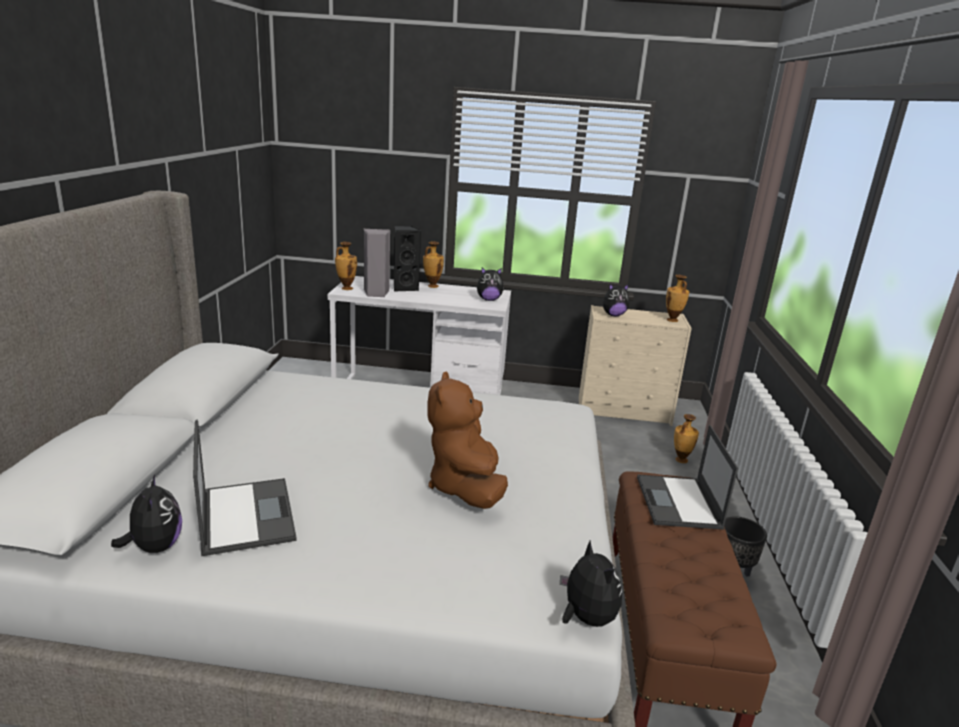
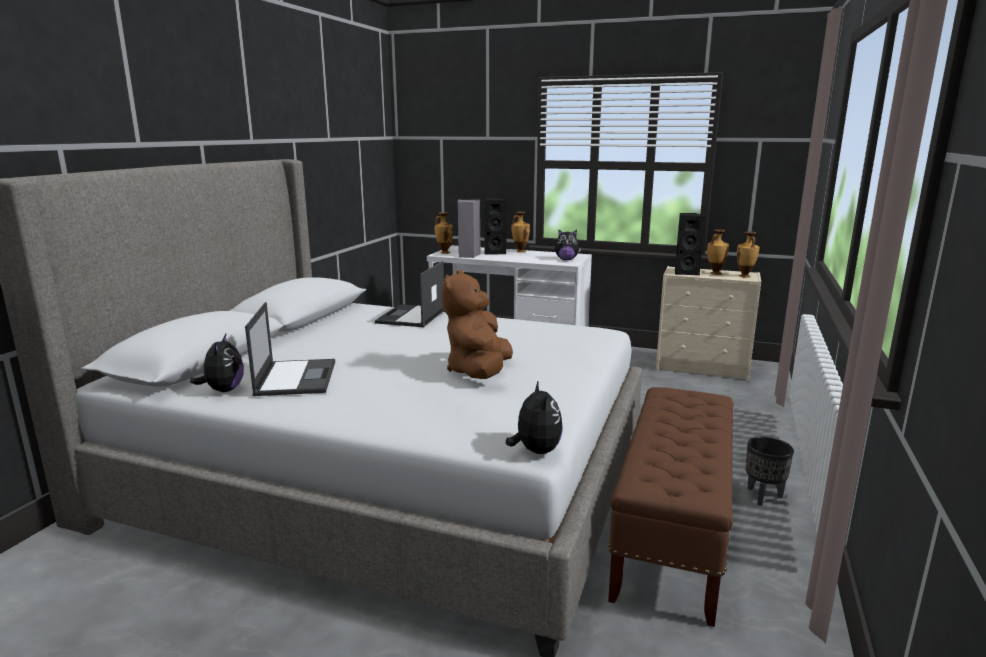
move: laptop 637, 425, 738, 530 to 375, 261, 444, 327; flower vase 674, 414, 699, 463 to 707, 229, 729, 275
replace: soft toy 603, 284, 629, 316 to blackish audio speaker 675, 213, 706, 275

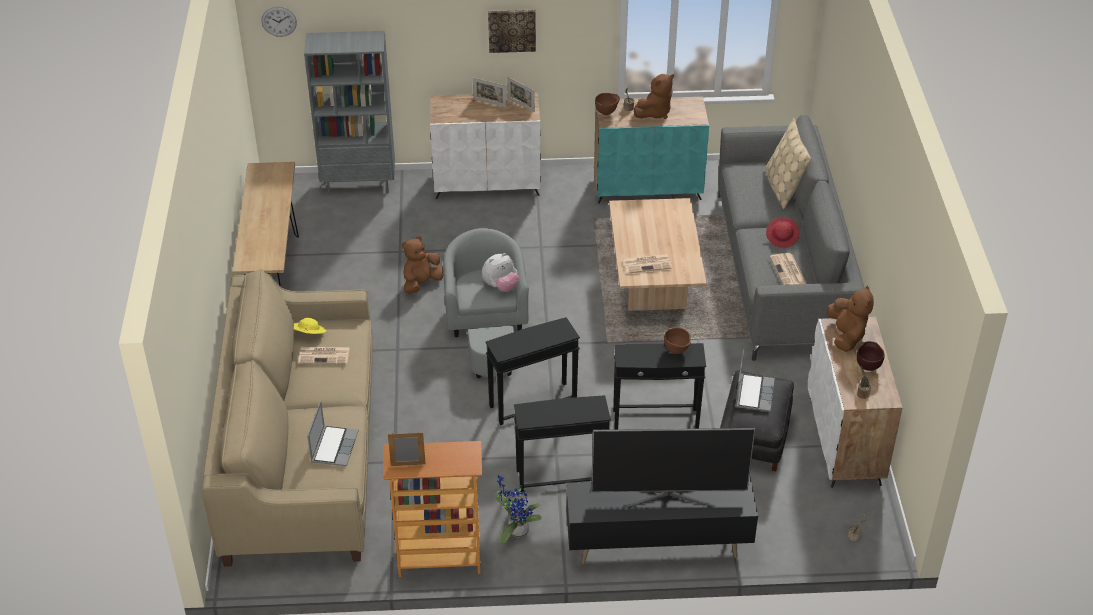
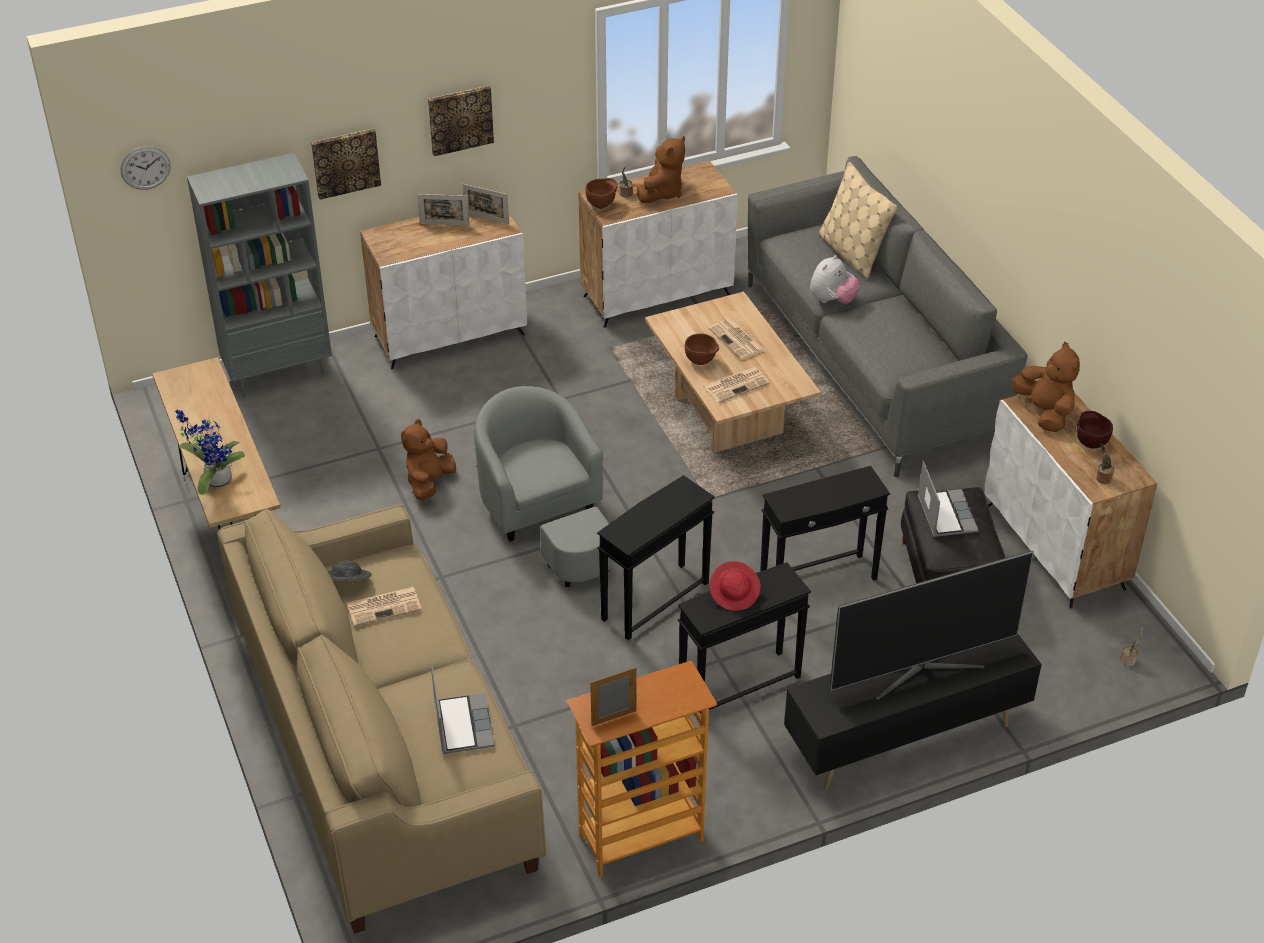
insert: wall picture 311, 128, 381, 200
move: houseplant 496, 475, 542, 543 to 175, 409, 245, 494; brown-coloured bowl 664, 327, 691, 354 to 685, 333, 719, 365; newspaper 770, 253, 807, 285 to 708, 319, 767, 360; red-coloured wearable hat 766, 217, 800, 248 to 710, 561, 761, 611; soft toy 482, 253, 519, 292 to 810, 255, 860, 304
recolor: yellow wearable hat 294, 318, 326, 334 to grey wearable hat 328, 560, 372, 582; turquoise cabinet 594, 97, 709, 203 to white cabinet 578, 161, 738, 328

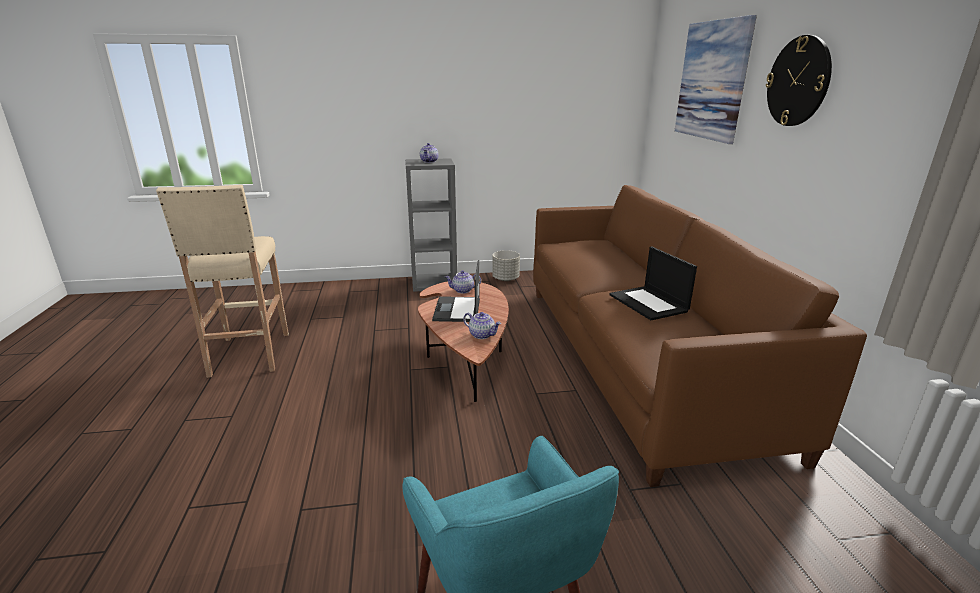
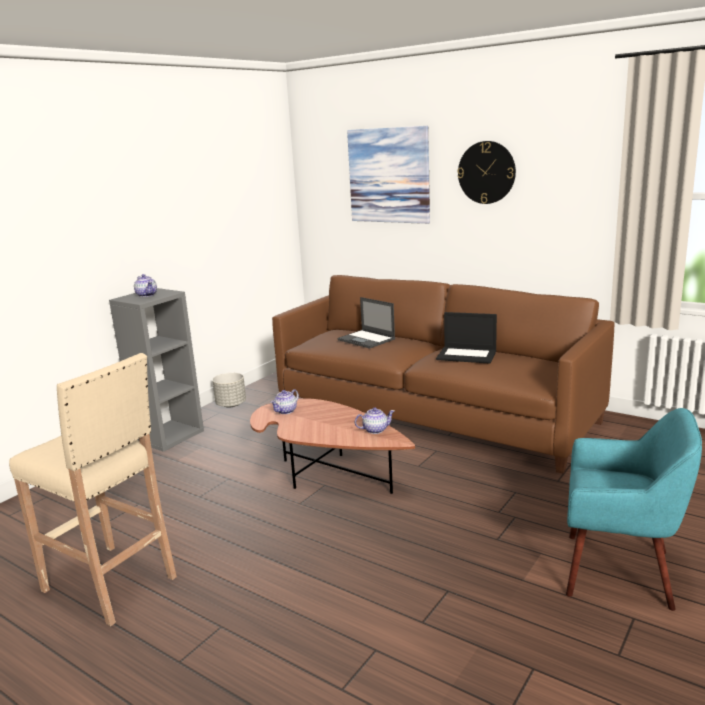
move: laptop 432, 260, 480, 322 to 337, 297, 395, 349

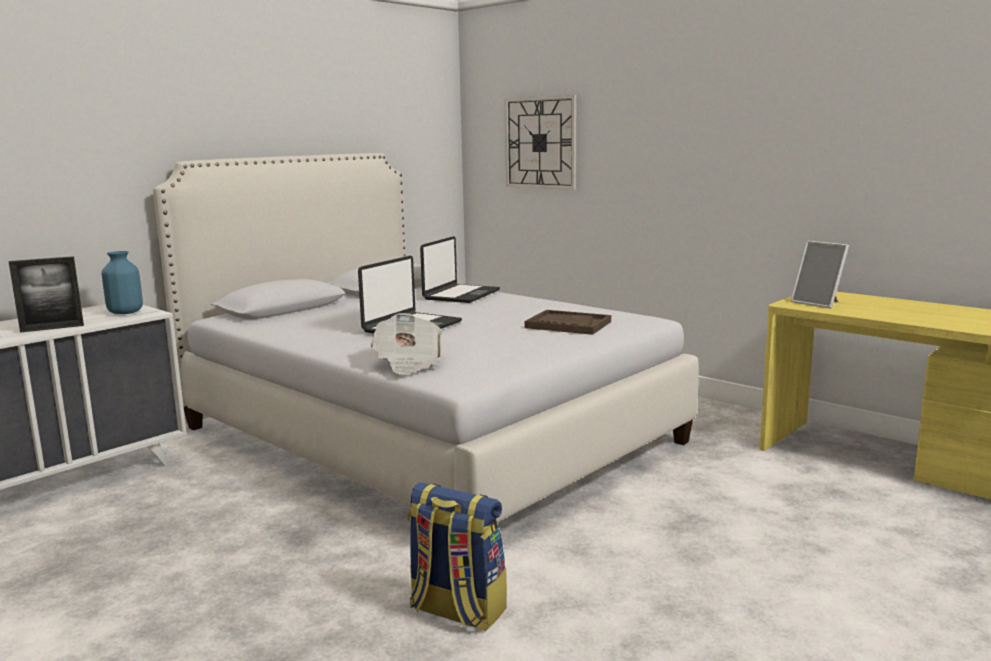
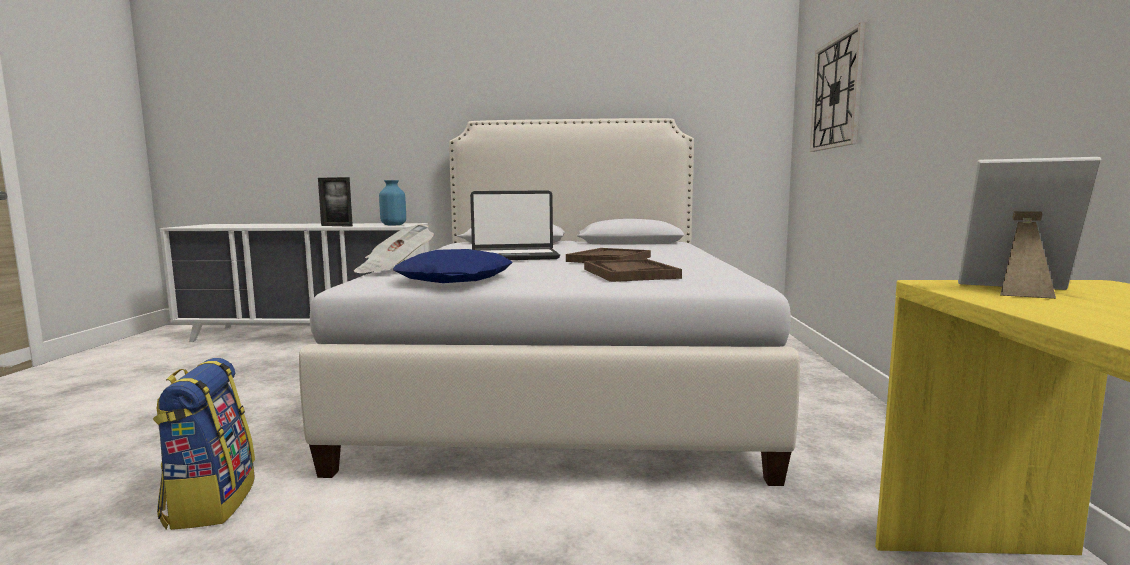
delete: laptop 420, 236, 500, 303
insert: bluish cushion 393, 249, 513, 283; brown-coloured tray 566, 248, 651, 263
rotate: photo frame 791, 241, 849, 309 = 958, 157, 1101, 299 105 degrees clockwise

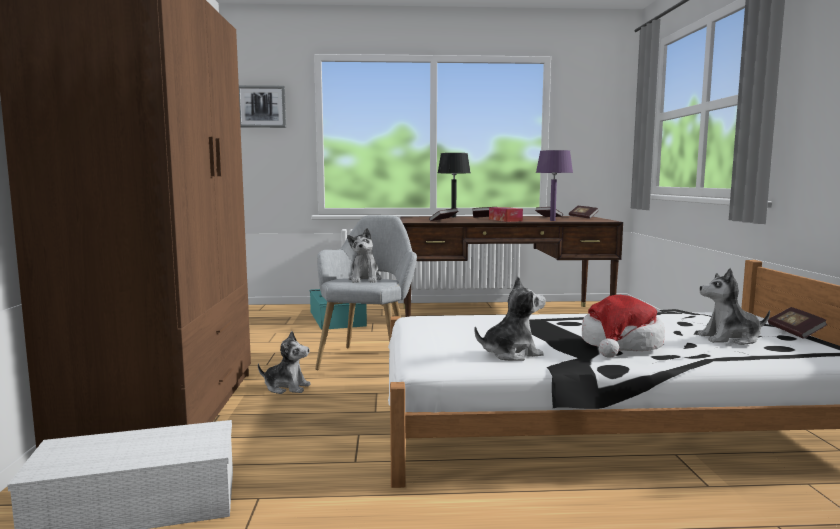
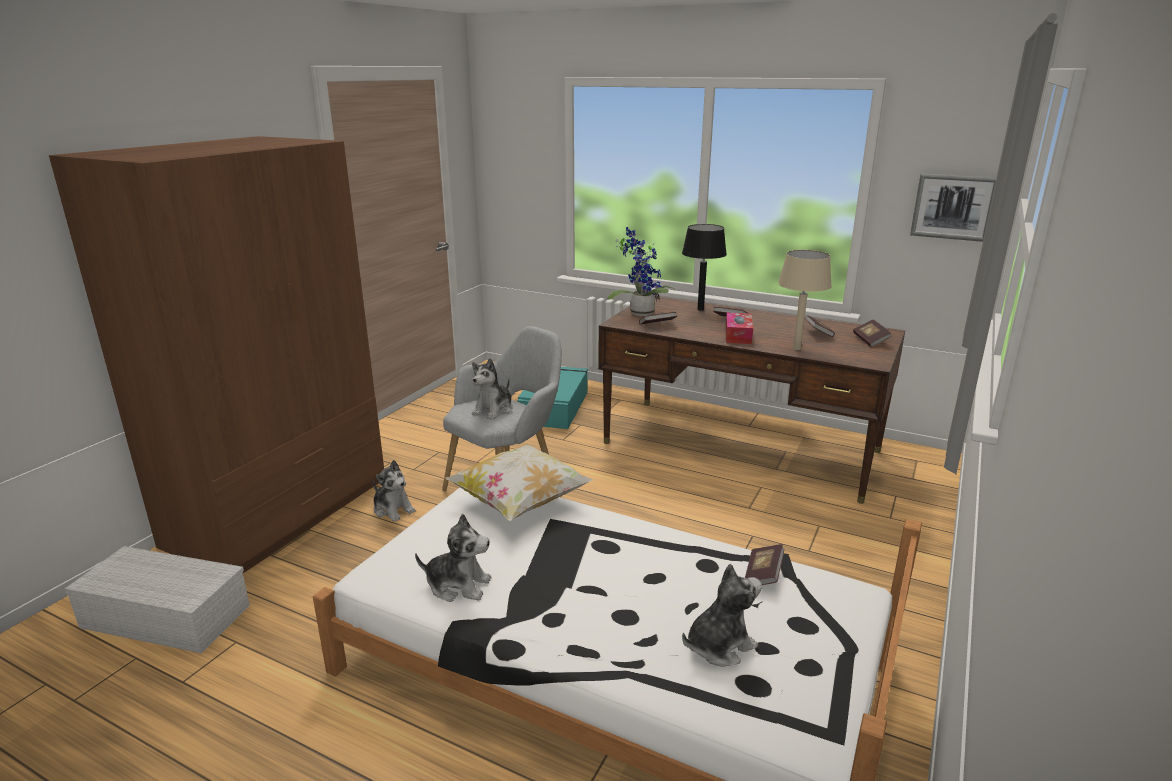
delete: wearable hat 582, 295, 665, 357
insert: cushion 445, 445, 593, 521; houseplant 607, 227, 676, 316
move: book 768, 307, 828, 339 to 745, 544, 785, 585; wall picture 239, 85, 286, 128 to 910, 174, 996, 242
recolor: purplish table lamp 536, 150, 573, 221 to beige table lamp 778, 250, 832, 350
rotate: soft toy 698, 268, 770, 345 = 682, 563, 762, 667 120 degrees clockwise

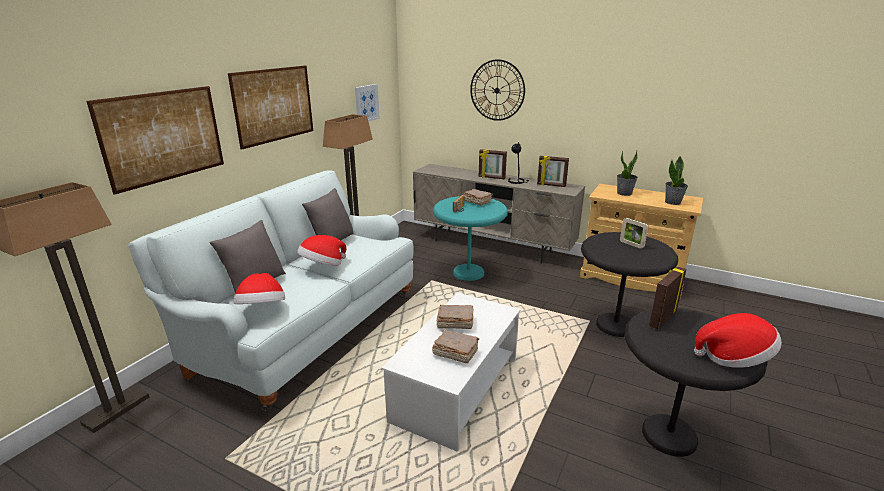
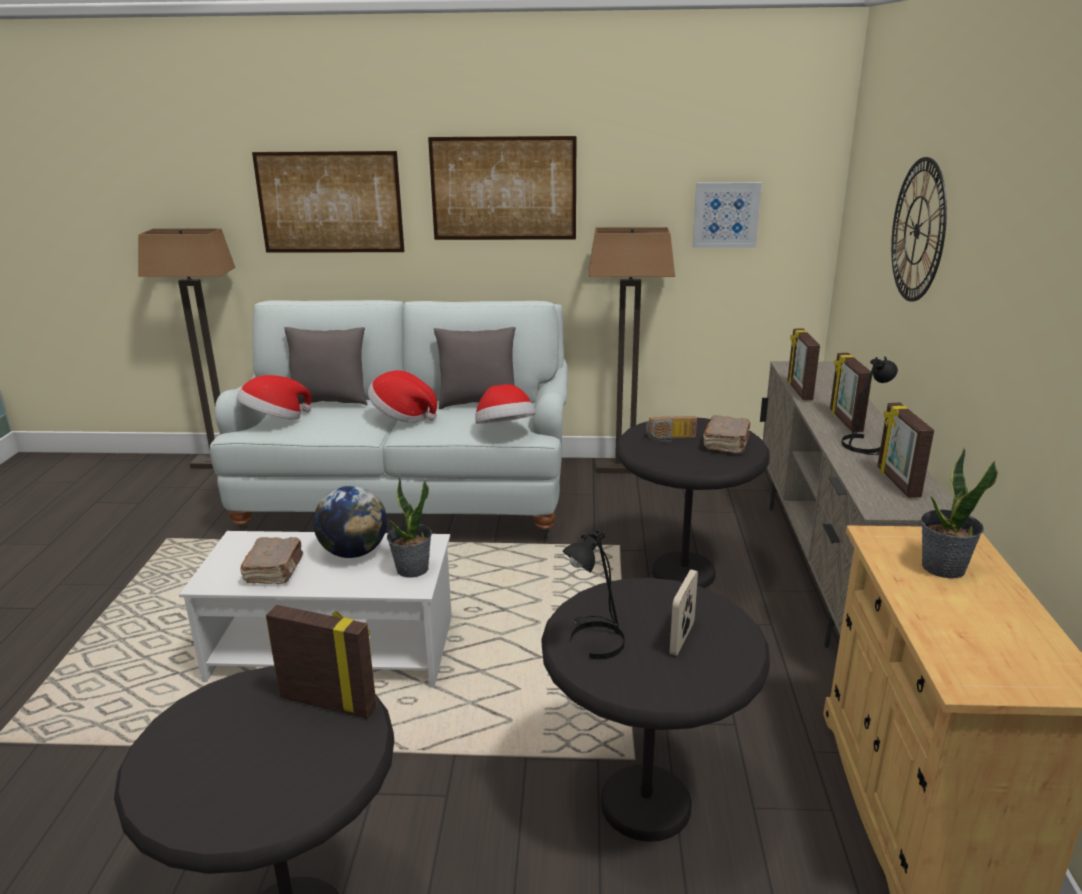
insert: blackish table lamp 563, 529, 625, 659; photo frame 788, 328, 820, 400
move: houseplant 665, 156, 688, 205 to 387, 477, 432, 578; wearable hat 694, 313, 782, 368 to 475, 384, 535, 424
replace: brown-coloured book 437, 305, 473, 329 to globe 313, 486, 387, 558
recolor: turquoise accent table 433, 196, 508, 281 to blackish accent table 616, 418, 770, 588

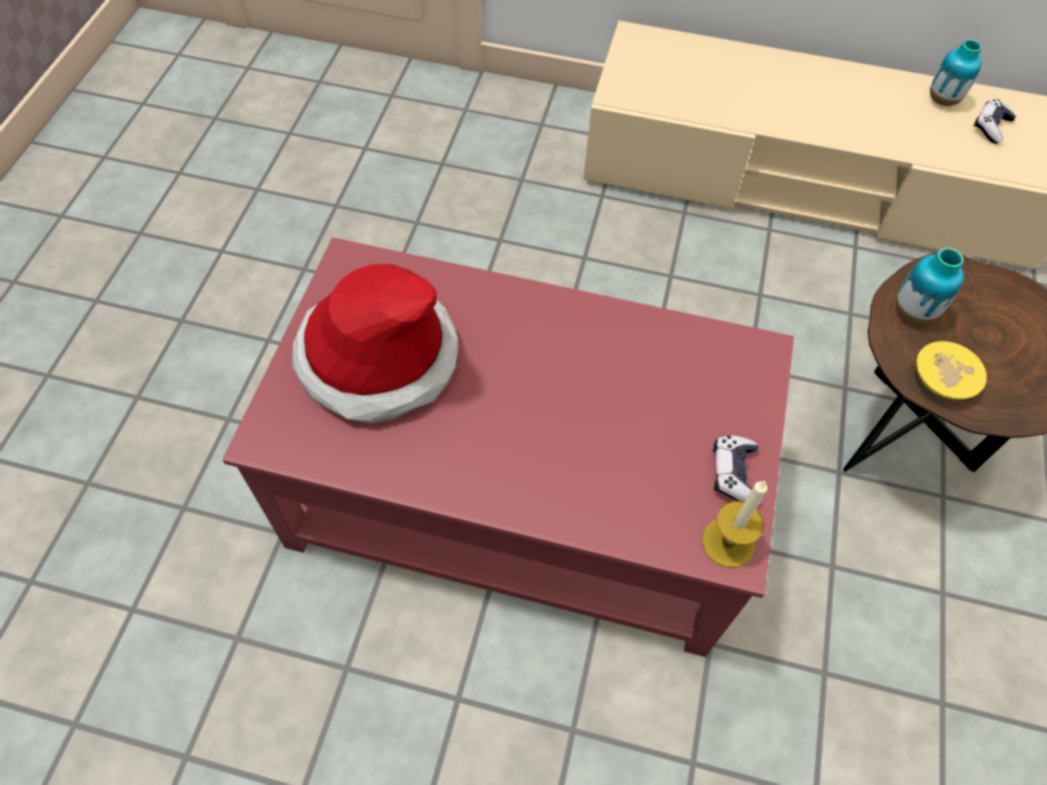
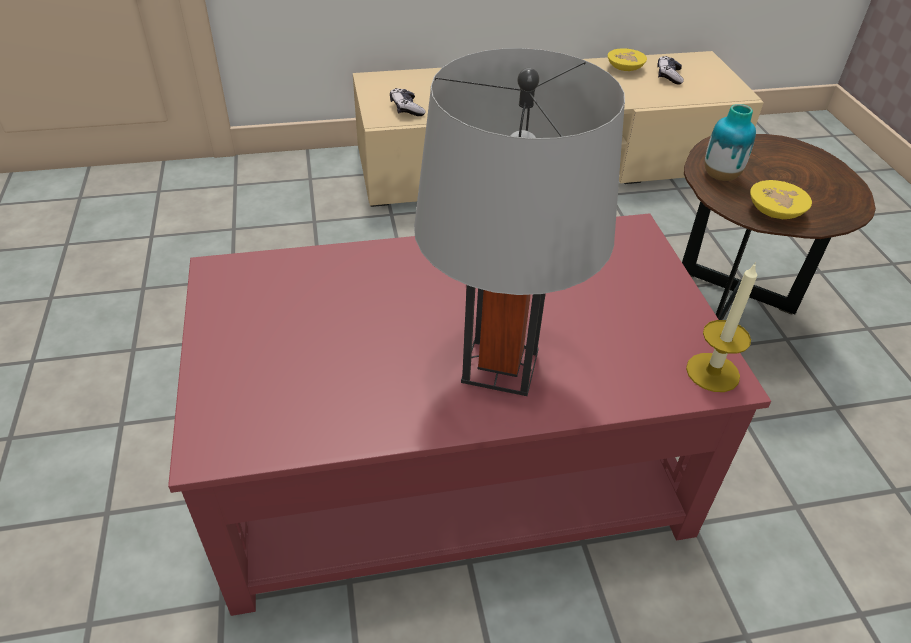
delete: wearable hat 292, 264, 459, 424
insert: grey table lamp 414, 48, 625, 396
move: game controller 713, 435, 761, 505 to 390, 88, 425, 116
replace: flower vase 930, 39, 982, 106 to yellow bowl 608, 48, 647, 71

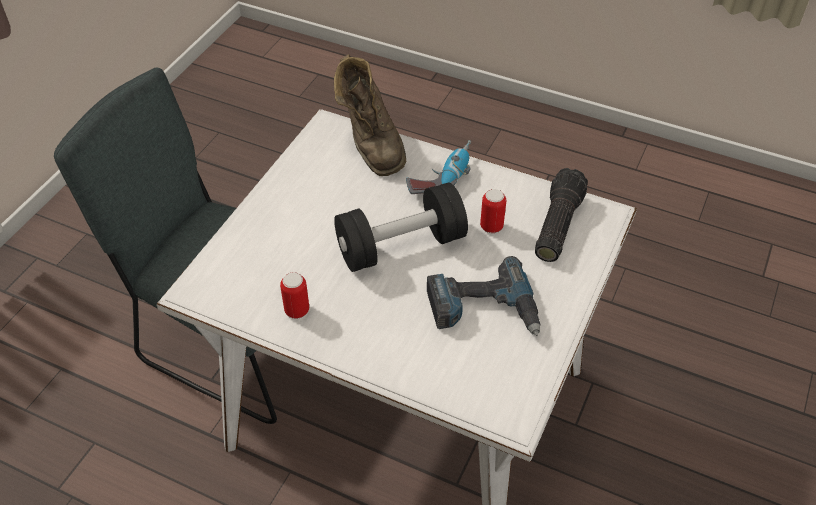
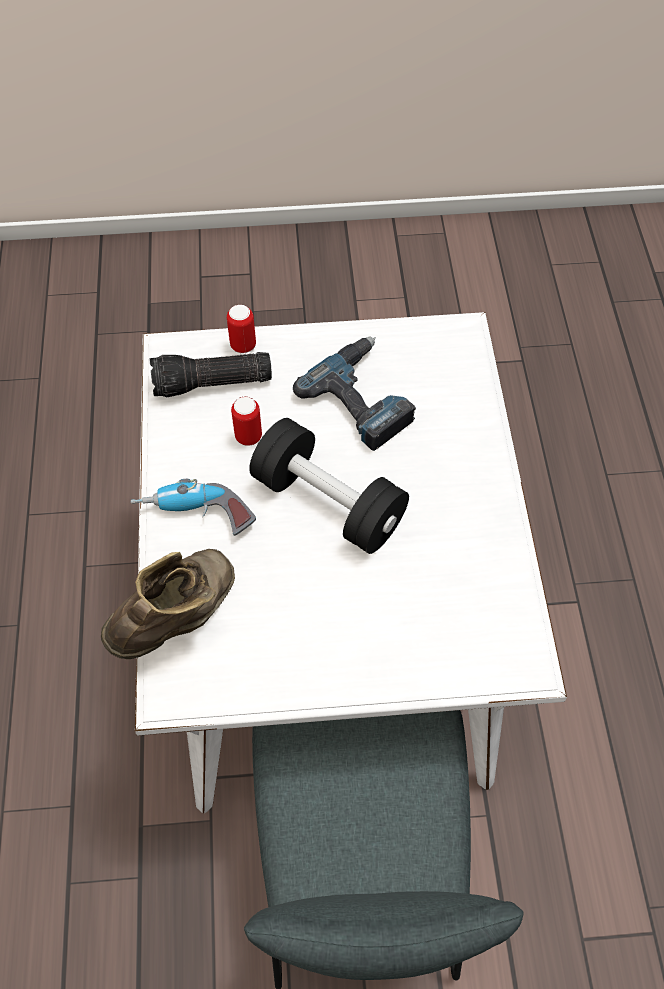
move: sealed can 280, 272, 309, 319 to 227, 305, 256, 353

